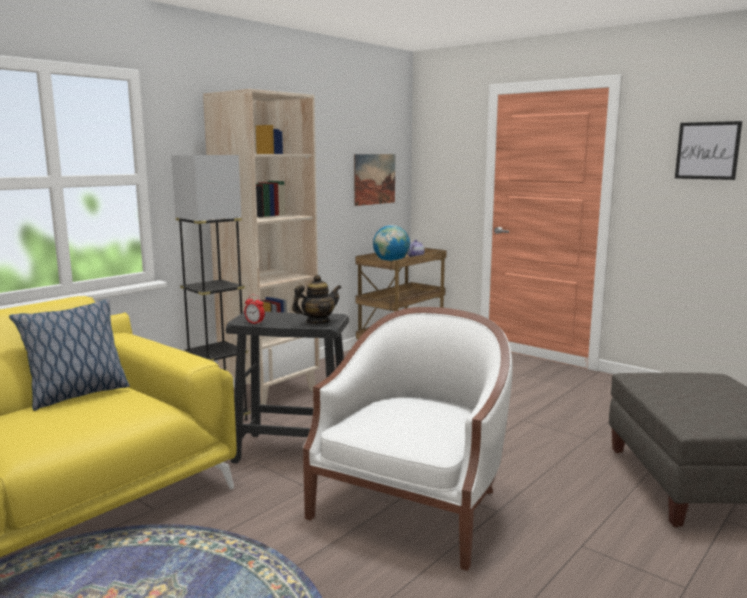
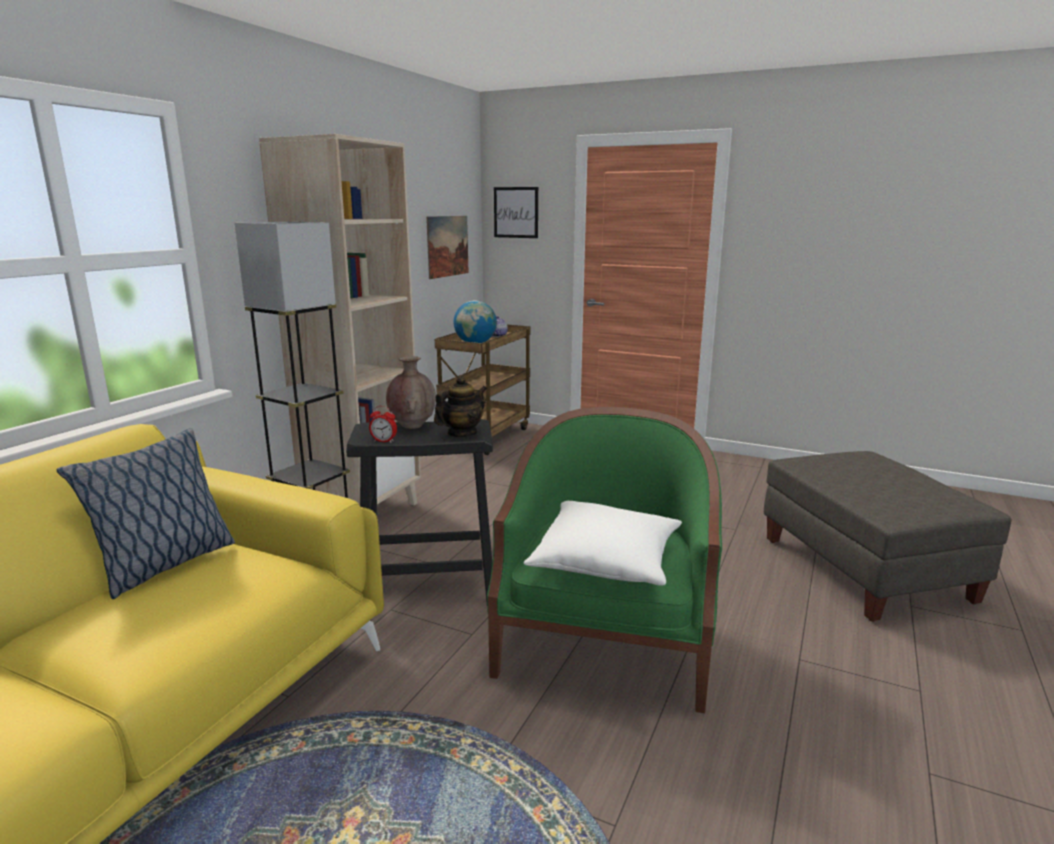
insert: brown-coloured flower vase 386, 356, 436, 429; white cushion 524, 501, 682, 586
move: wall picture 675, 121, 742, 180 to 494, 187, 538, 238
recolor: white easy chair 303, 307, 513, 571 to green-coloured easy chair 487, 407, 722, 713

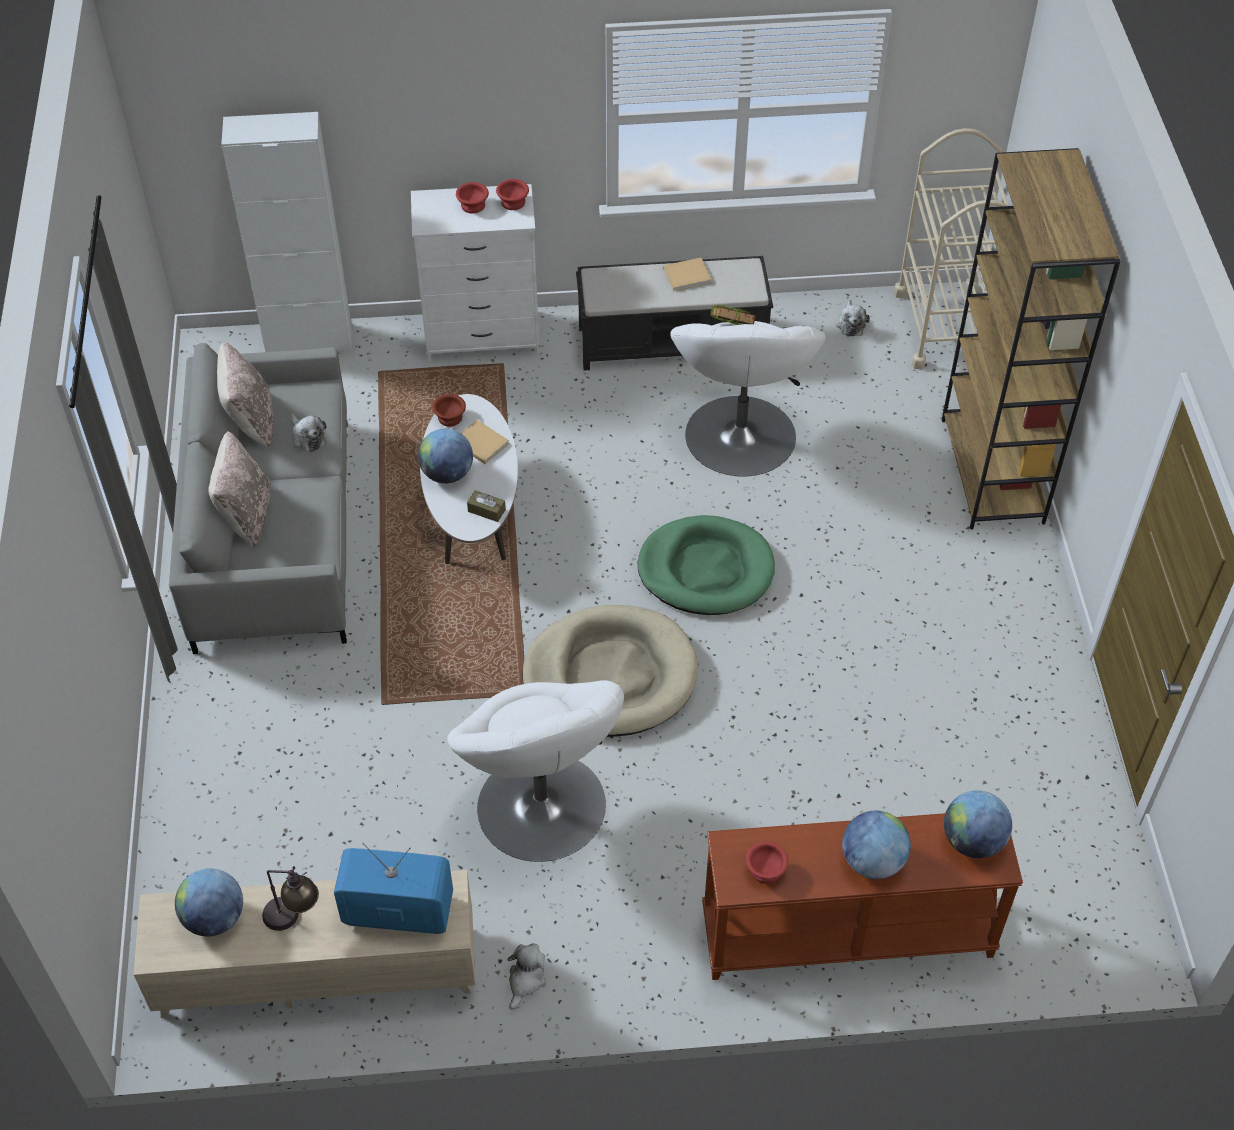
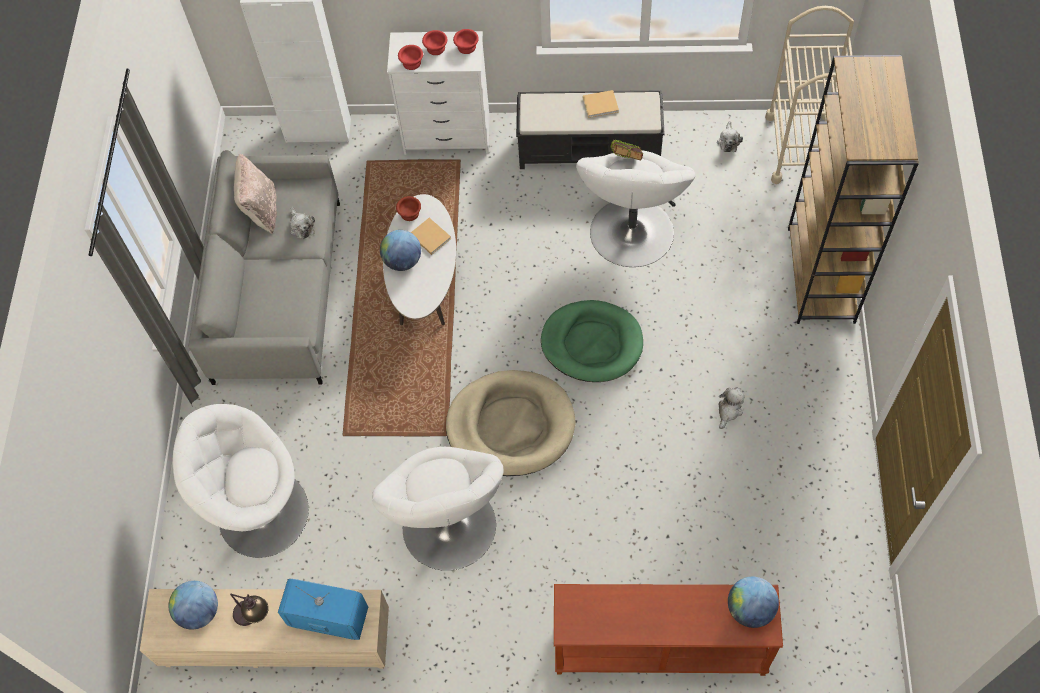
delete: beige cushion 208, 431, 271, 548; brown-coloured tissue box 467, 490, 506, 522; globe 842, 811, 911, 879
insert: white easy chair 173, 404, 309, 558
move: red-coloured bowl 746, 842, 788, 884 to 398, 45, 423, 70; soft toy 507, 943, 546, 1010 to 718, 387, 745, 429

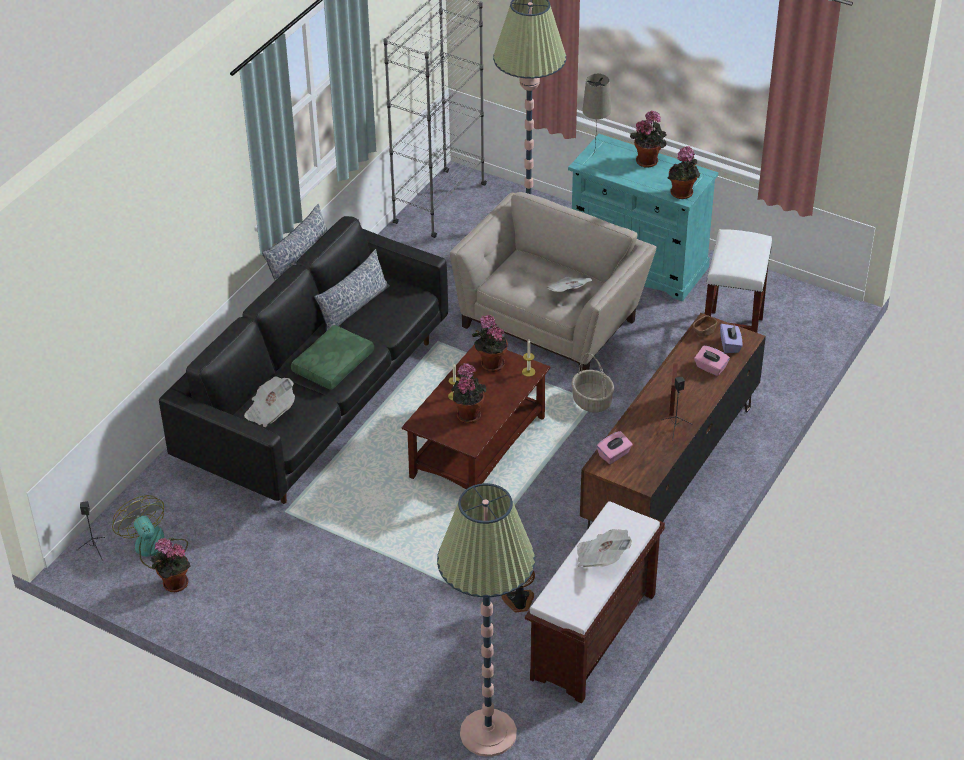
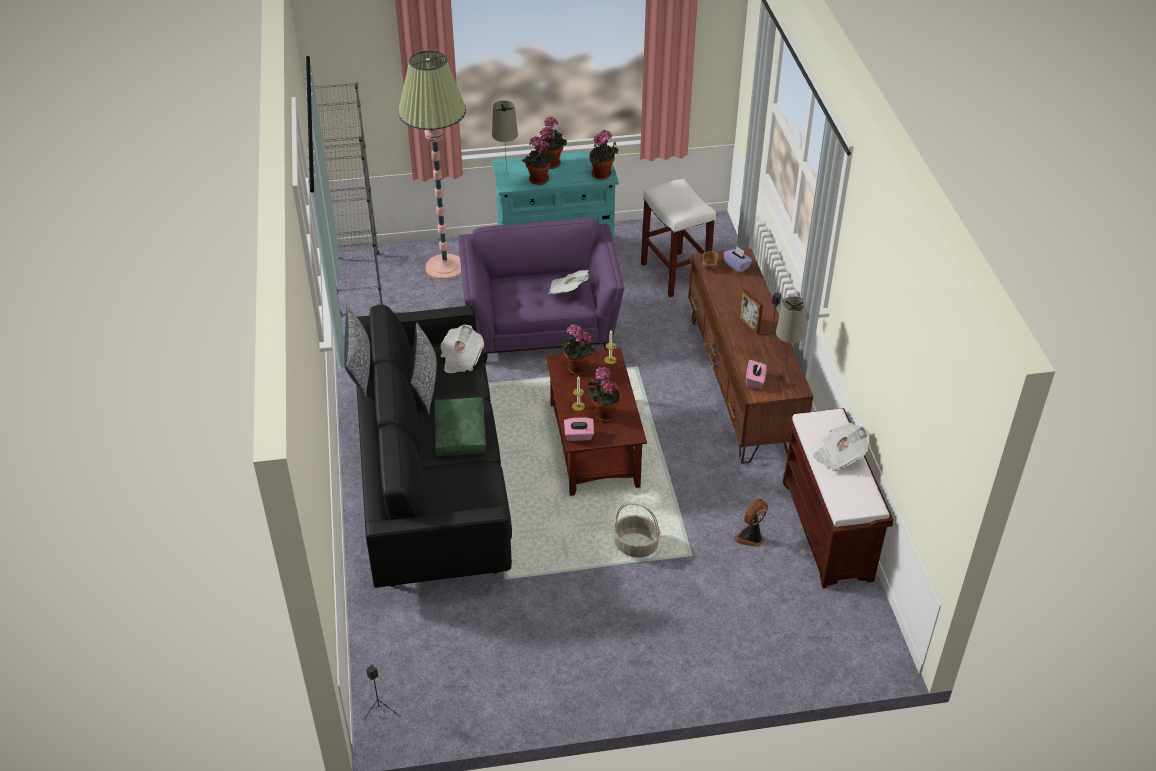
delete: electric fan 112, 495, 188, 570; standing lamp 437, 483, 535, 757
insert: beige table lamp 776, 296, 807, 376
move: newspaper 244, 376, 295, 427 to 440, 325, 484, 373; houseplant 150, 538, 191, 592 to 521, 137, 555, 185; pink-coloured tissue box 694, 346, 730, 376 to 564, 417, 594, 441; basket 572, 353, 614, 412 to 613, 503, 661, 558
recolor: beige easy chair 450, 192, 657, 371 to purplish easy chair 458, 218, 624, 364

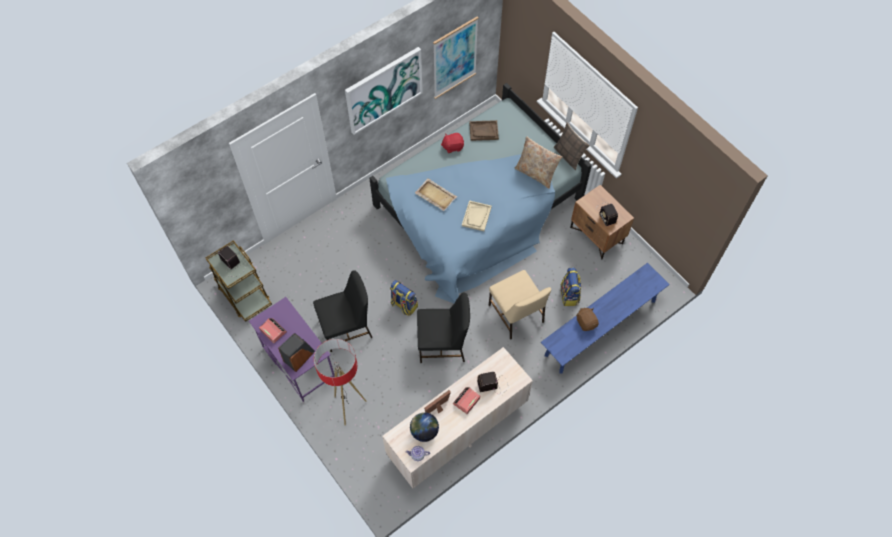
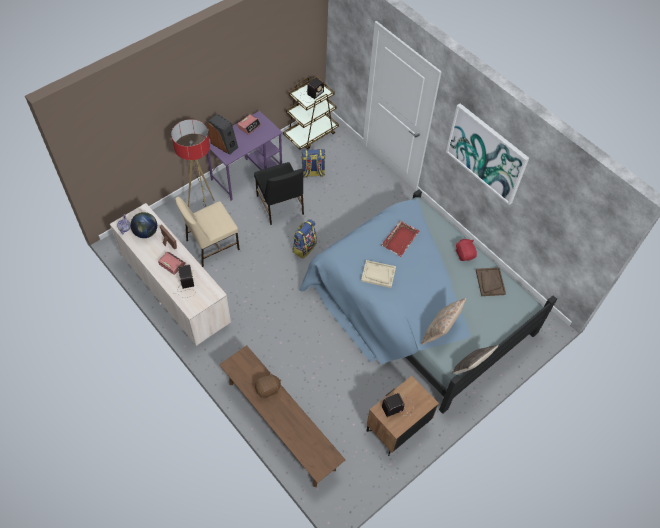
delete: blackish chair 417, 292, 470, 363; wall picture 433, 16, 479, 99
move: beige chair 489, 270, 551, 340 to 175, 197, 240, 267; rucksack 561, 267, 581, 306 to 301, 149, 326, 178
recolor: bluish indoor bench 541, 263, 670, 373 to brown-coloured indoor bench 219, 345, 345, 487; beige tray 415, 178, 457, 211 to red-coloured tray 382, 220, 420, 257

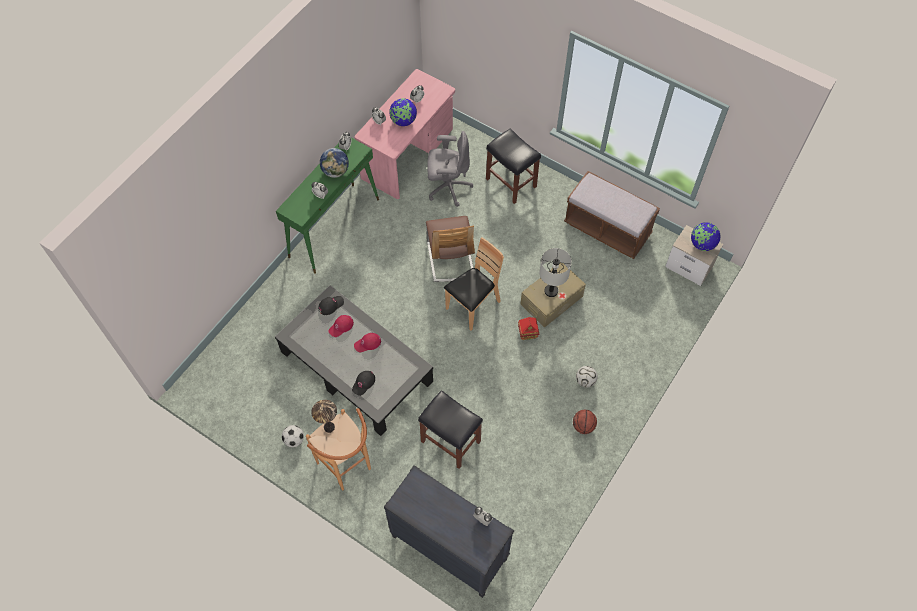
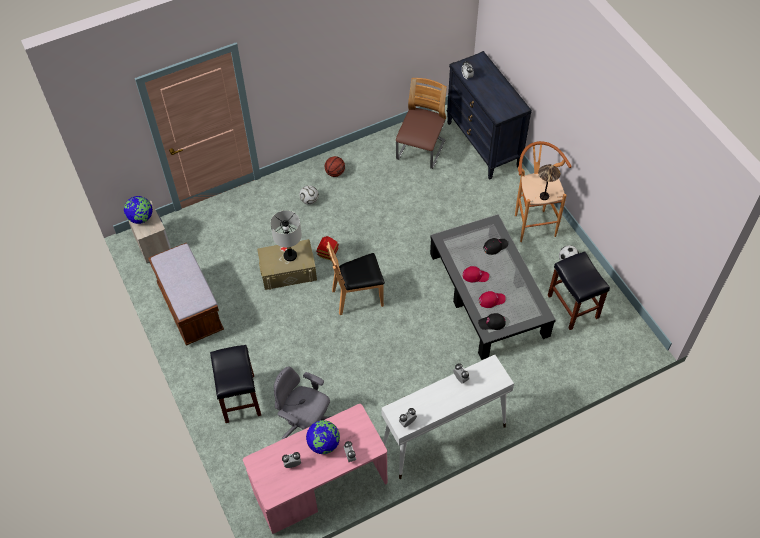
delete: globe 320, 148, 349, 178
move: chair 426, 216, 475, 282 to 396, 78, 447, 169; blackish stool 418, 390, 483, 469 to 548, 252, 610, 330
recolor: green-coloured console table 276, 138, 379, 274 to white console table 381, 355, 514, 479

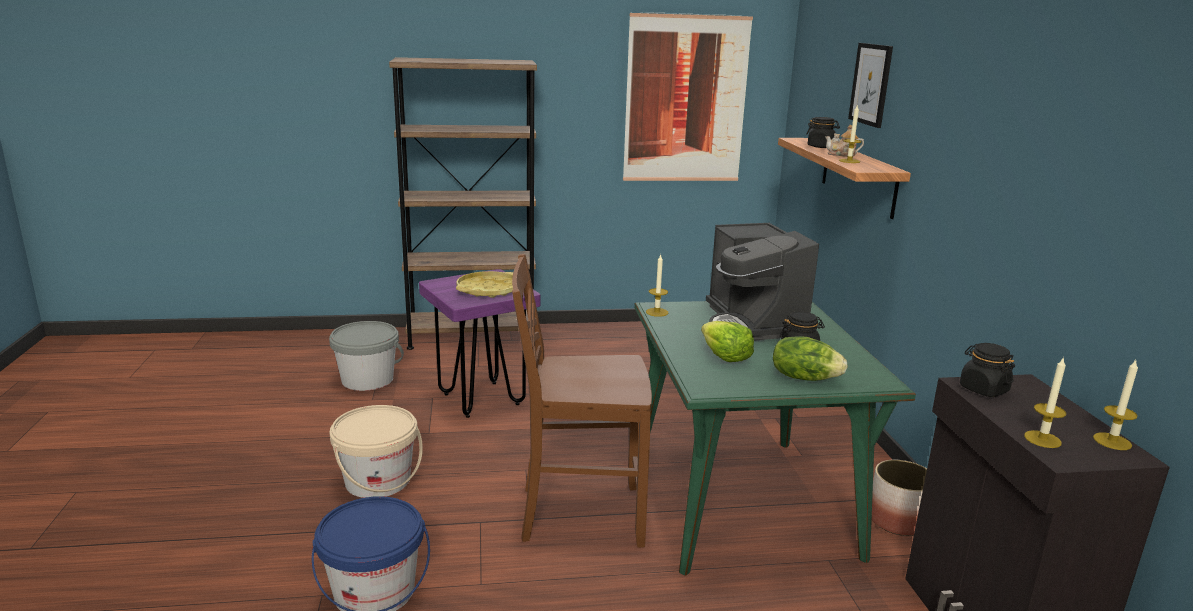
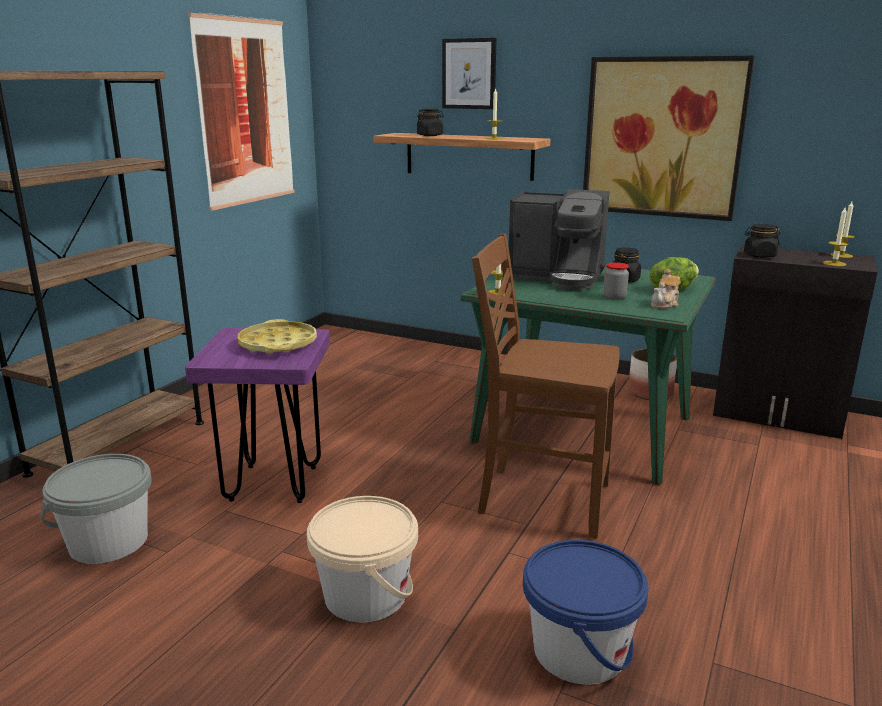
insert: wall picture 583, 55, 755, 221
move: teapot 825, 125, 864, 157 to 651, 269, 681, 309
replace: lettuce head 701, 321, 754, 362 to storage jar 603, 262, 629, 300
rotate: brown-coloured chair 512, 254, 652, 548 = 472, 234, 619, 539 75 degrees clockwise

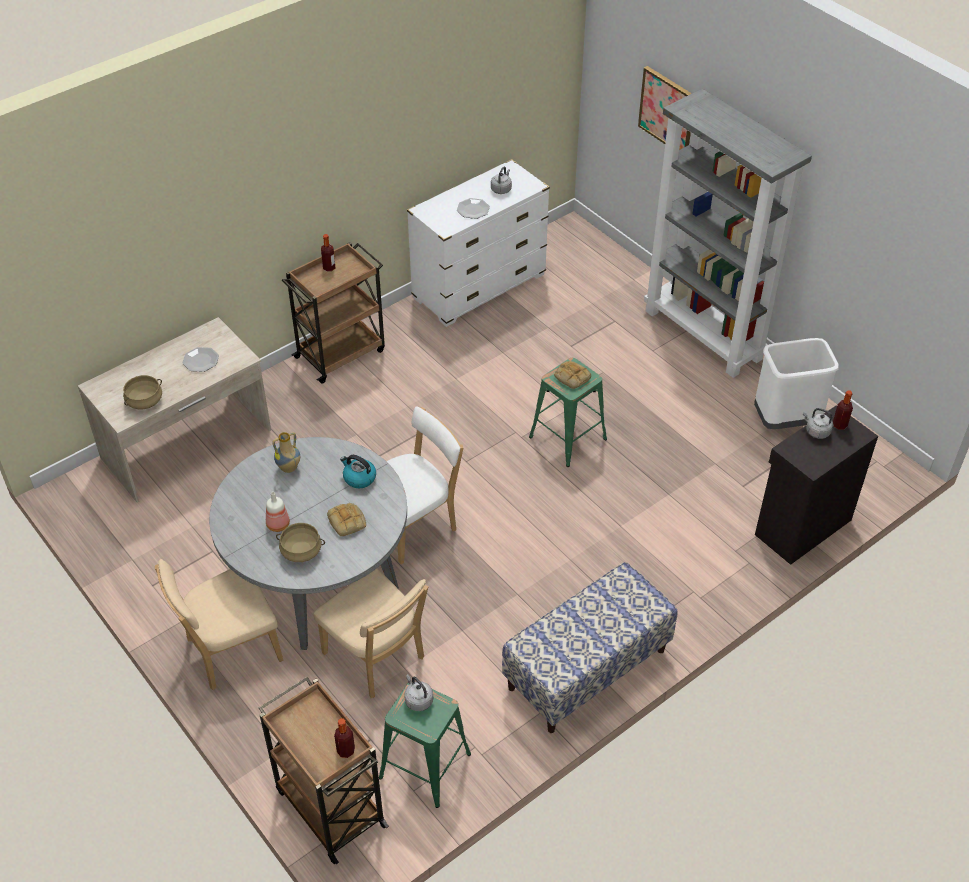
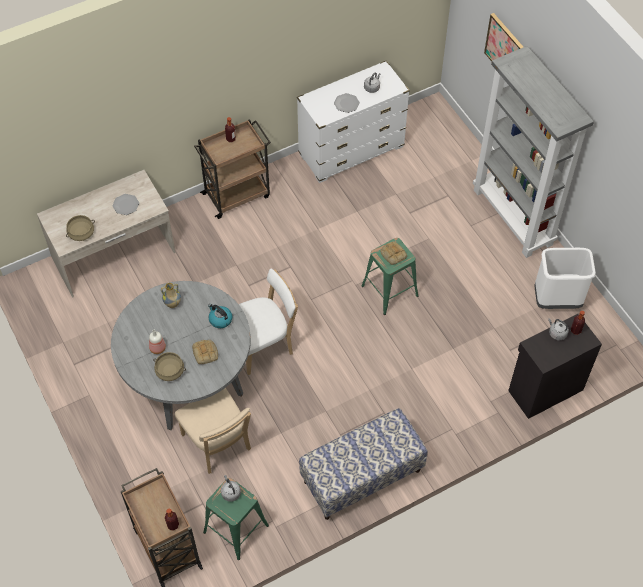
delete: beige chair 155, 559, 283, 690

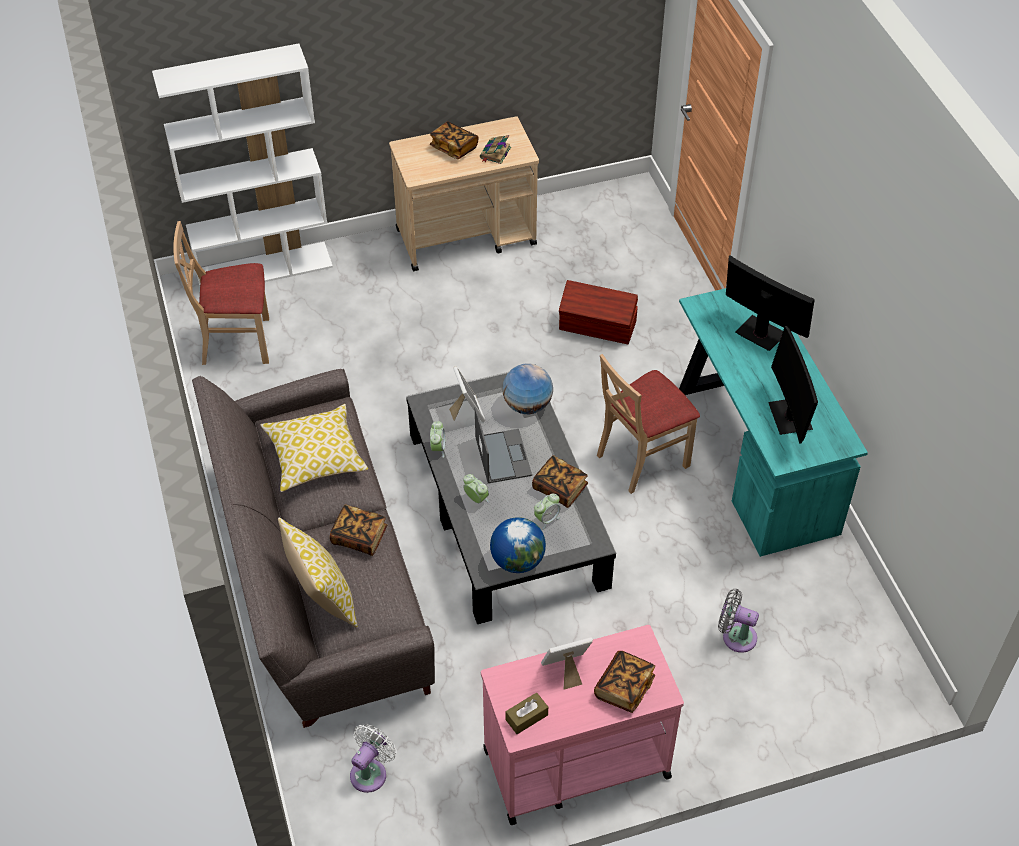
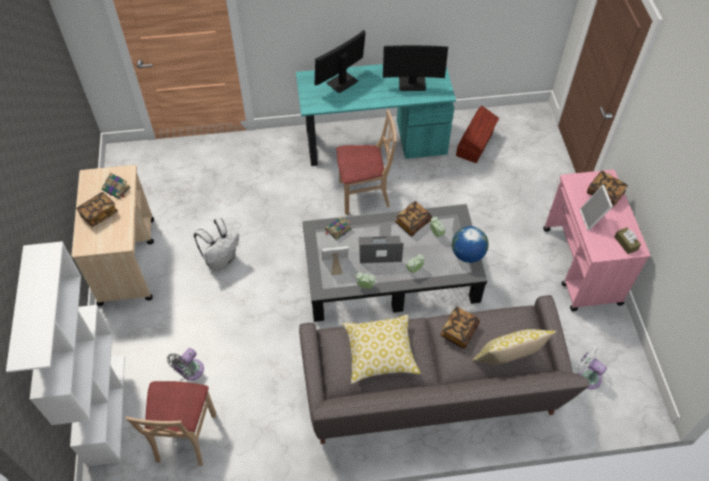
insert: white rucksack 194, 218, 239, 271
move: grey electric fan 718, 589, 759, 653 to 167, 348, 204, 380; brown-coloured storage bin 559, 280, 638, 344 to 456, 106, 499, 163
replace: globe 502, 363, 553, 414 to book 324, 217, 352, 241
rotate: beige chair 597, 354, 700, 494 = 336, 110, 396, 215 75 degrees counterclockwise

